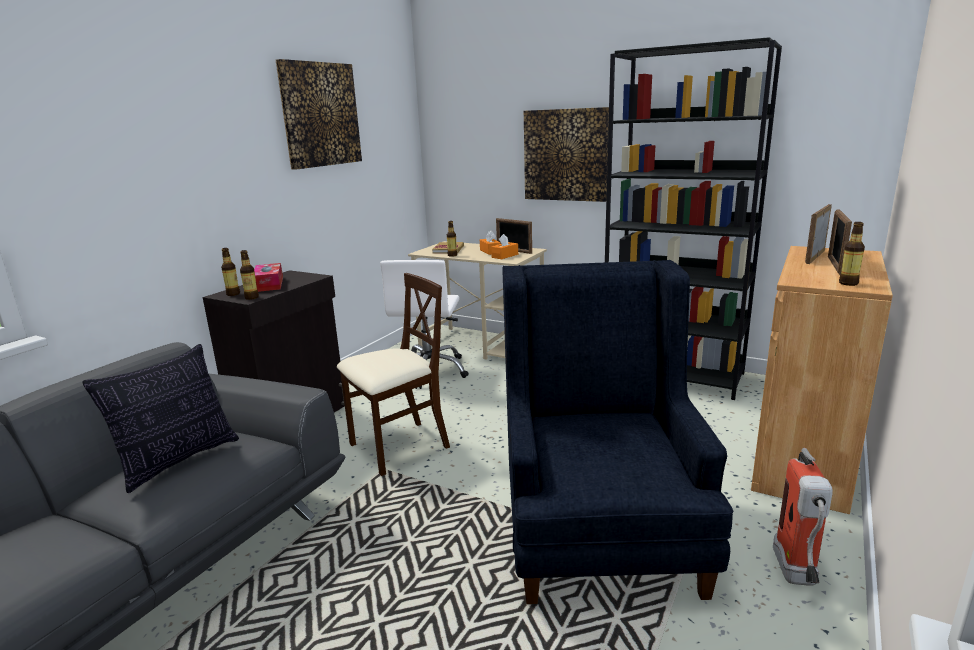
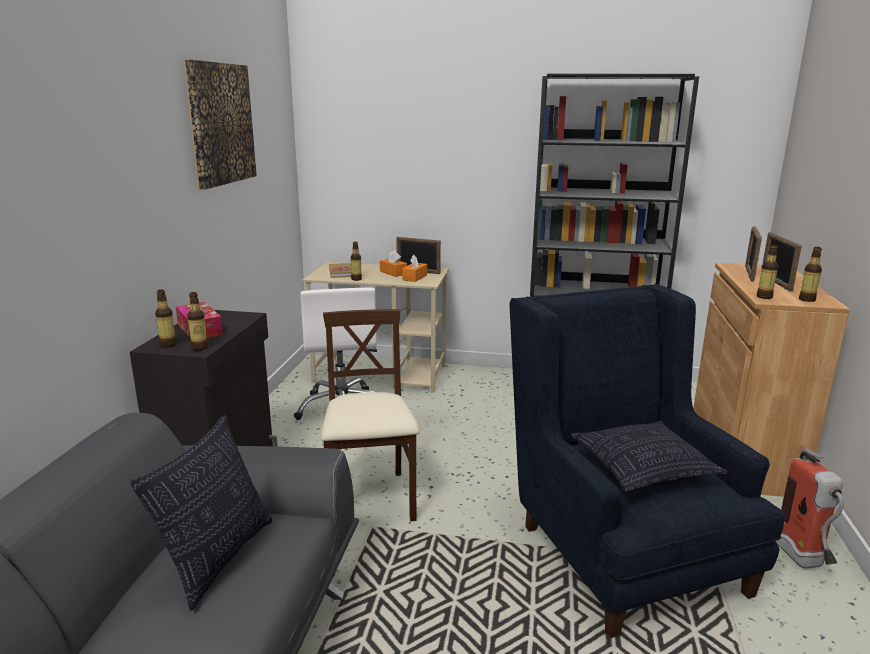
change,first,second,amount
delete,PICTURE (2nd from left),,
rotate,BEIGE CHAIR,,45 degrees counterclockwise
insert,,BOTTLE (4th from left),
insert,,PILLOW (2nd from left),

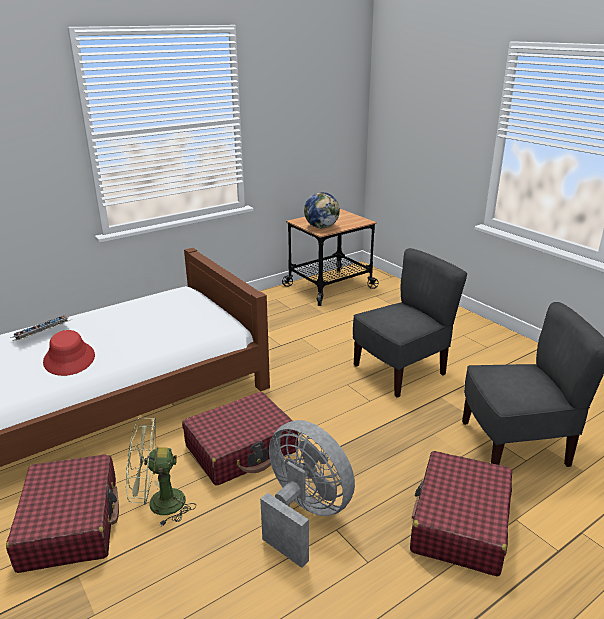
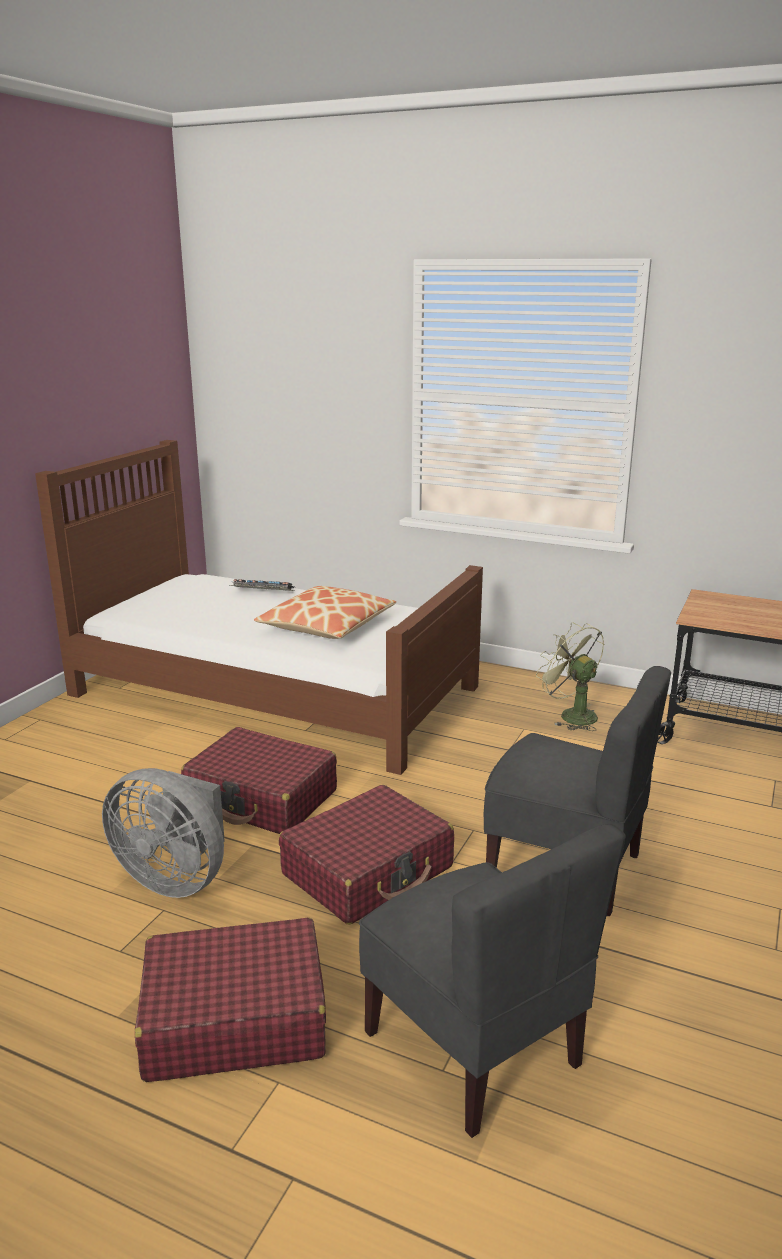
change,first,second,amount
delete,GLOBE,,
delete,RED HAT,,
move,GREEN FAN,,
rotate,GREY FAN,,105 degrees clockwise
move,RED SUITCASE (1st from left in the first image),RED SUITCASE (3rd from left),
insert,,PILLOW,

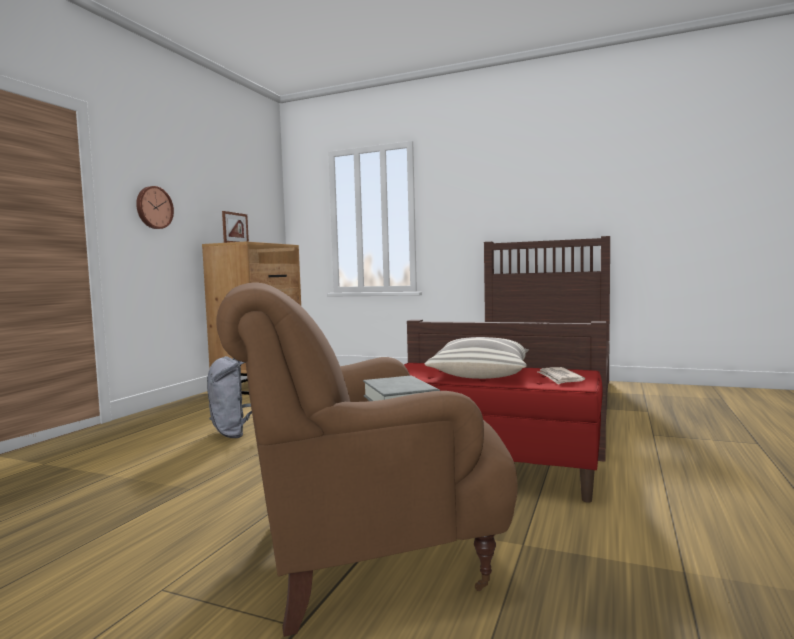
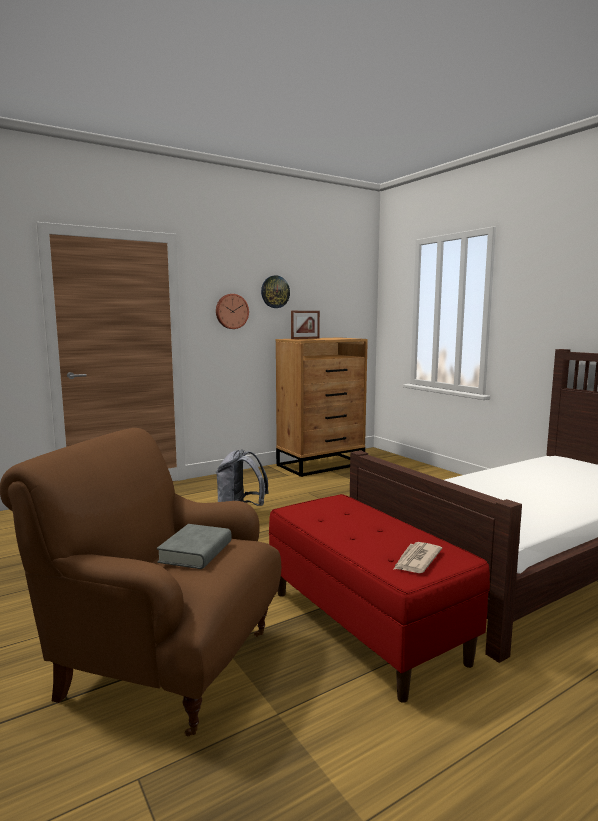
change,first,second,amount
delete,PILLOW,,
insert,,WALL CLOCK (2nd from left),

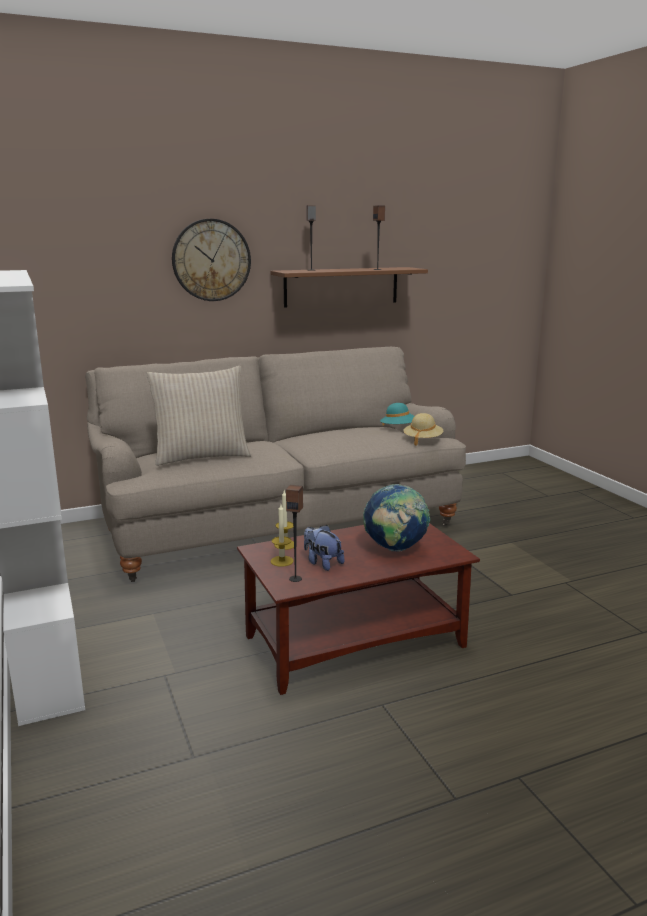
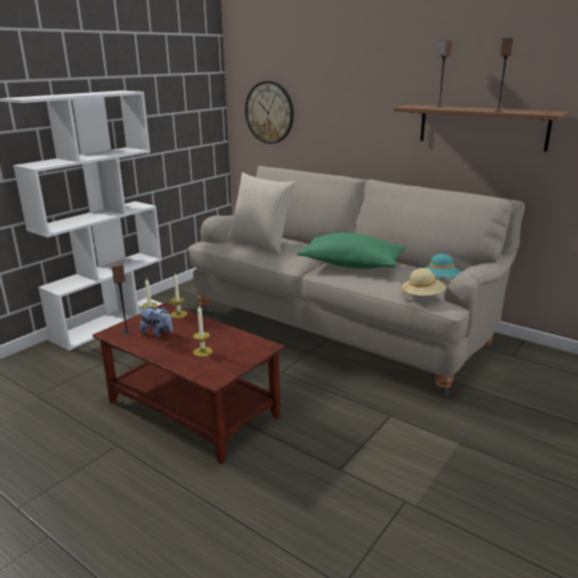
change,first,second,amount
move,WALL CLOCK,,
replace,GLOBE,CANDLE (3rd from left),
rotate,PLUSH TOY,,105 degrees clockwise
insert,,GREEN PILLOW,

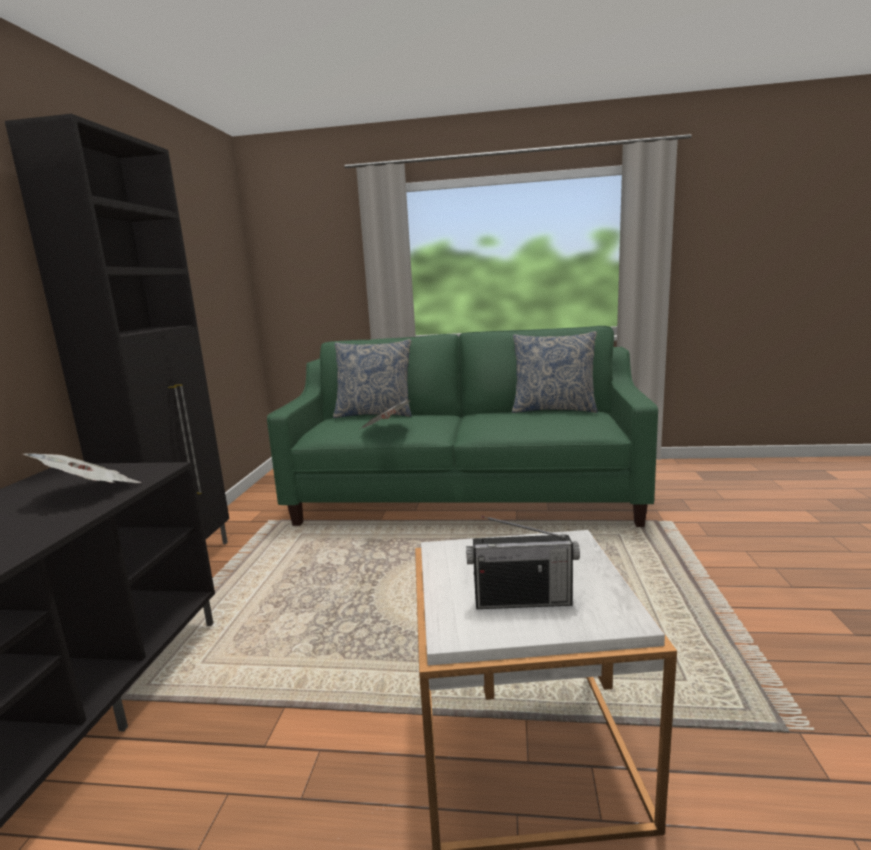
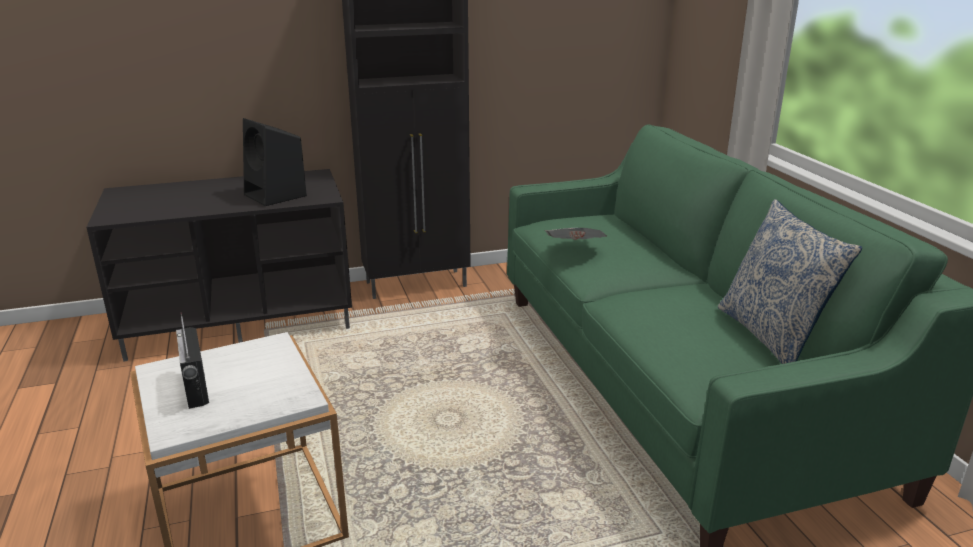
change,first,second,amount
delete,PILLOW (1st from left),,
replace,NEWSPAPER (1st from left),BLACK SPEAKER,

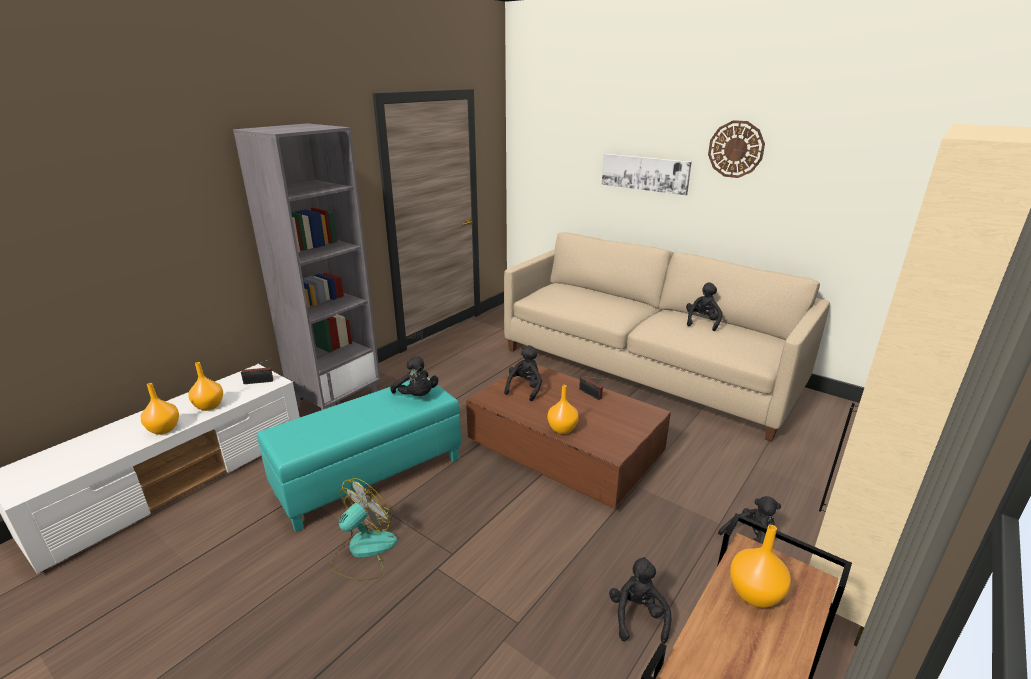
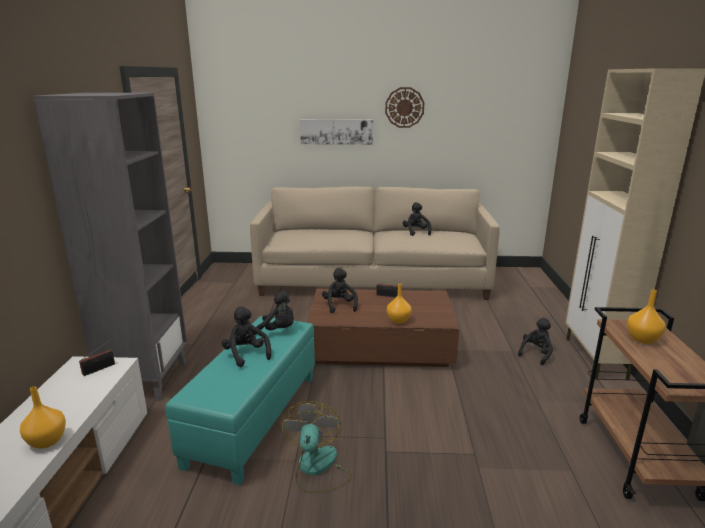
change,first,second,amount
delete,ORANGE VASE (2nd from left),,
move,BLACK PLUSH TOY (3rd from left in the first image),BLACK PLUSH TOY (1st from left),

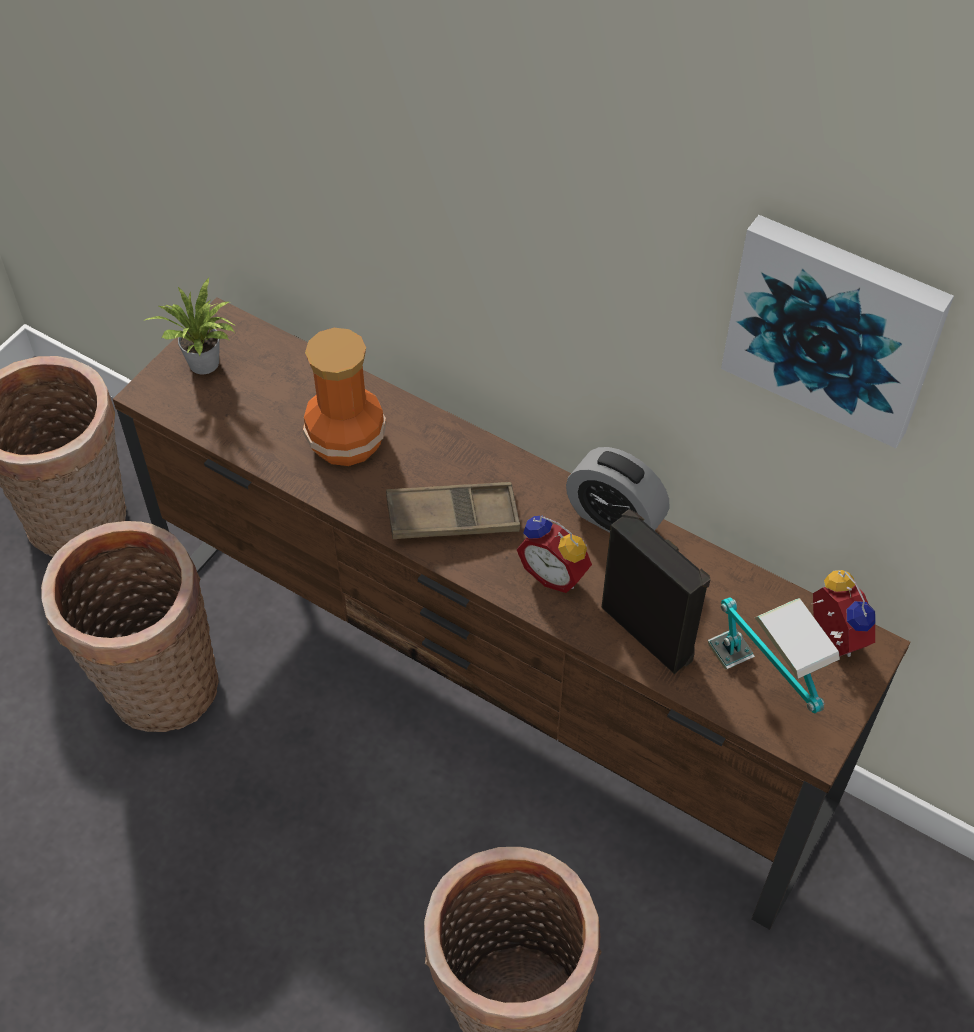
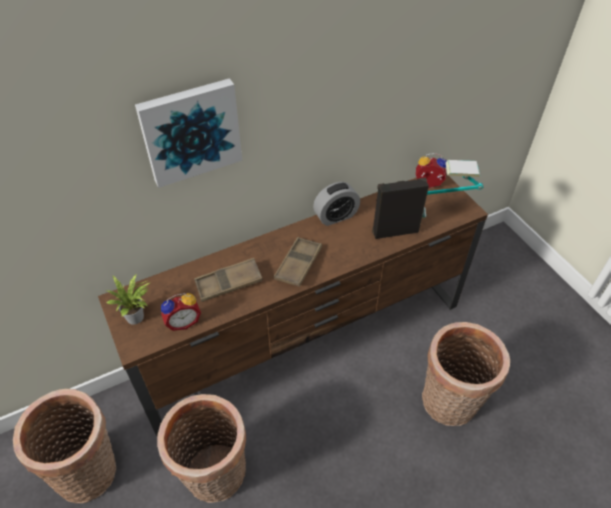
change,first,second,amount
move,PICTURE,,
replace,VASE,BROWN TRAY (1st from left),
move,ALARM CLOCK (1st from left),,

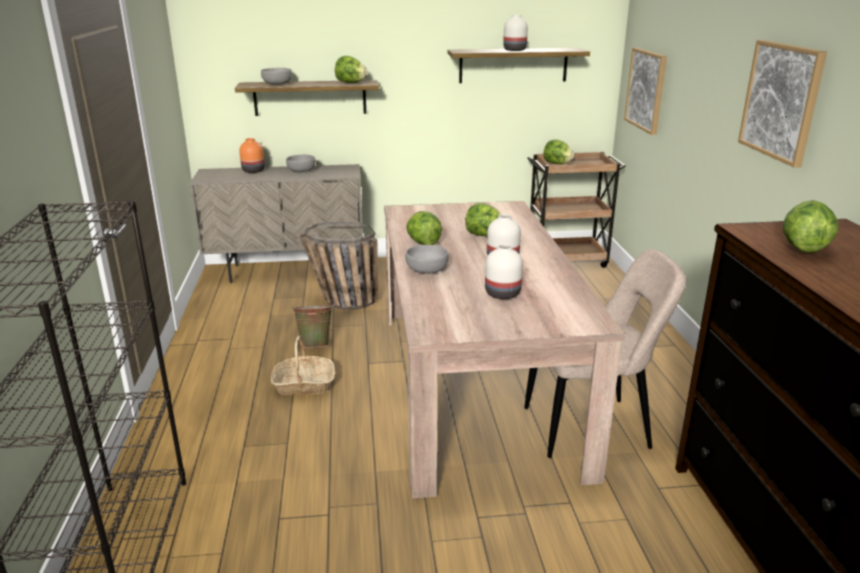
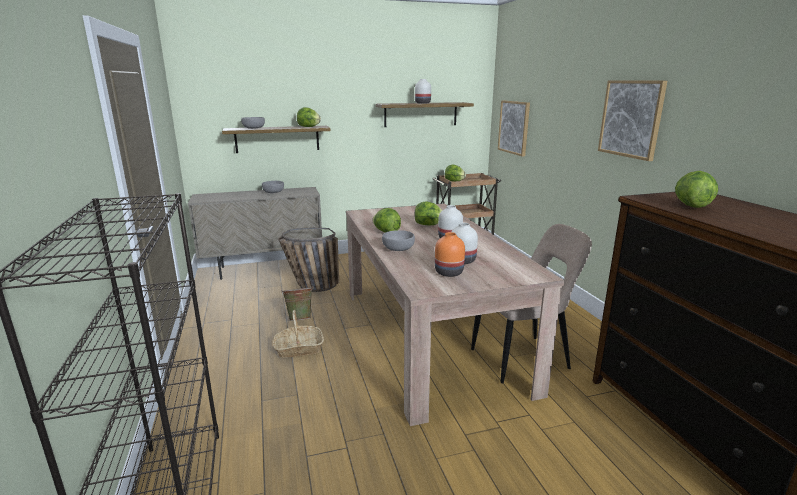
change,first,second,amount
move,ORANGE VASE,,

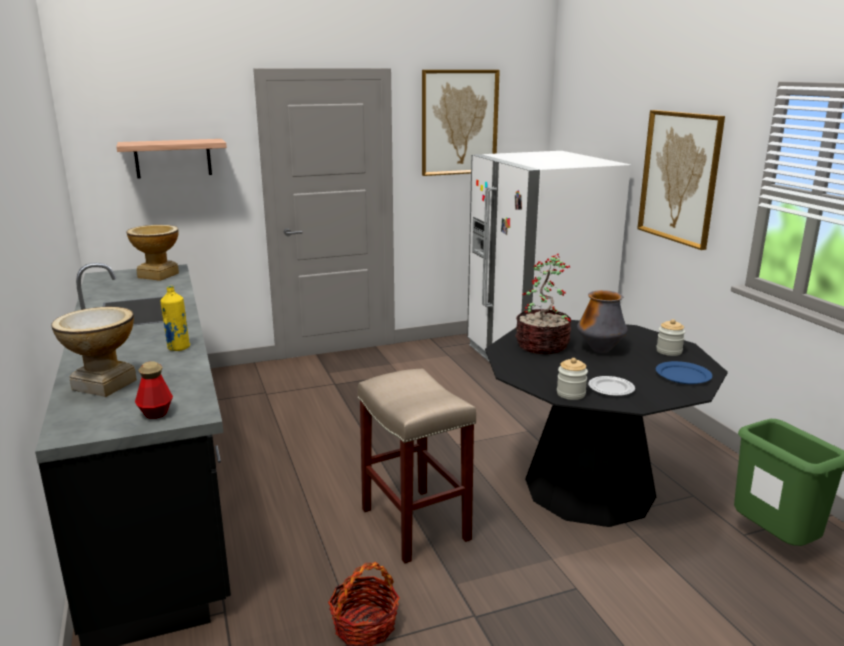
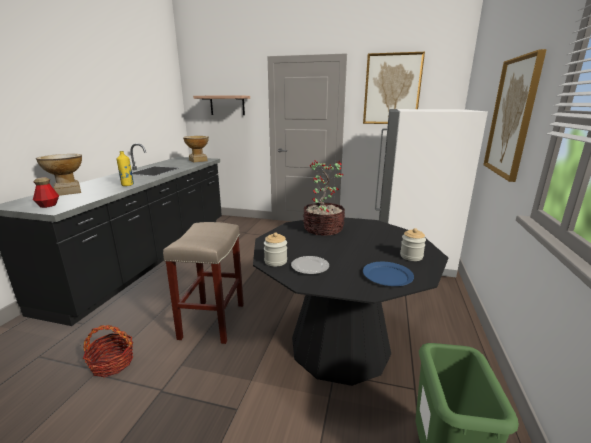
change,first,second,amount
delete,VASE (3rd from left),,

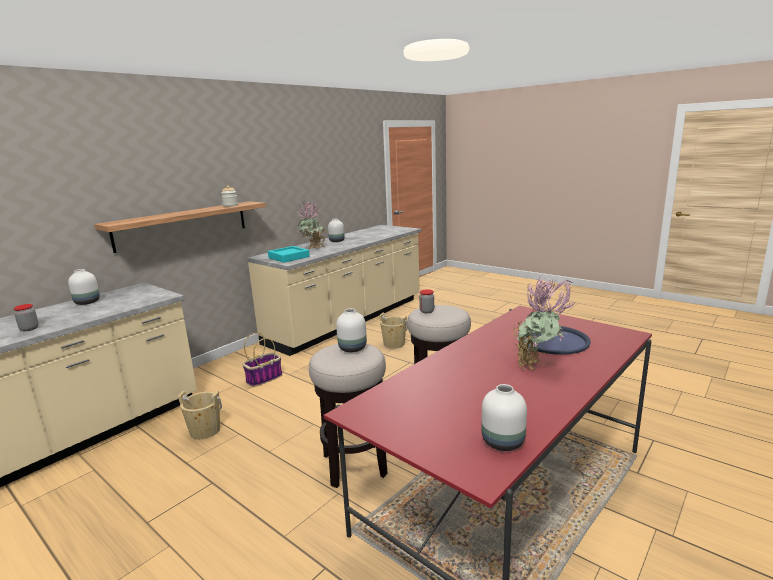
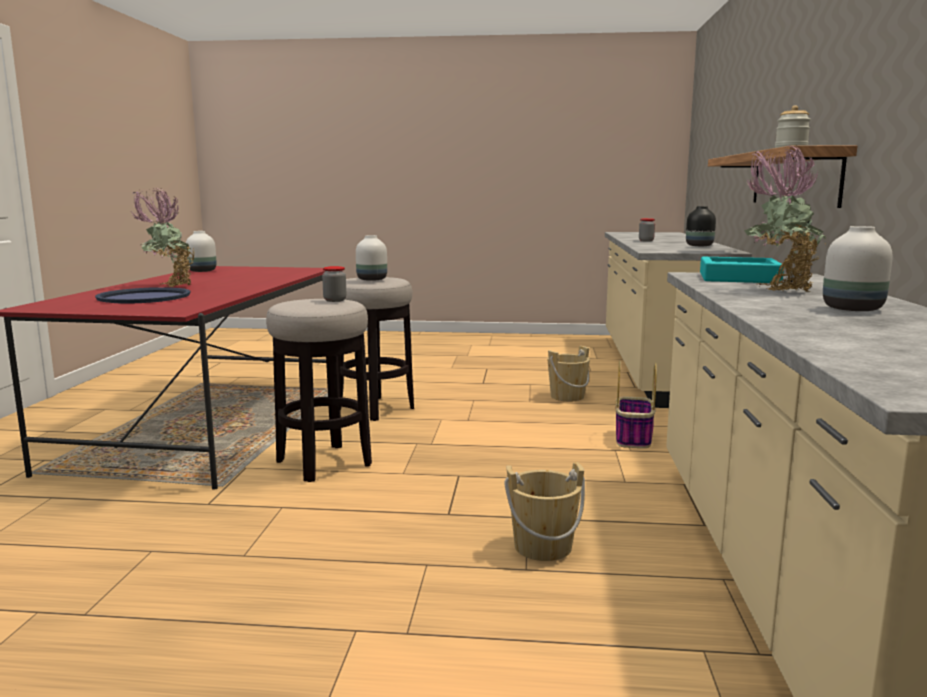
change,first,second,amount
recolor,WHITE VASE (1st from left),BLACK VASE,

